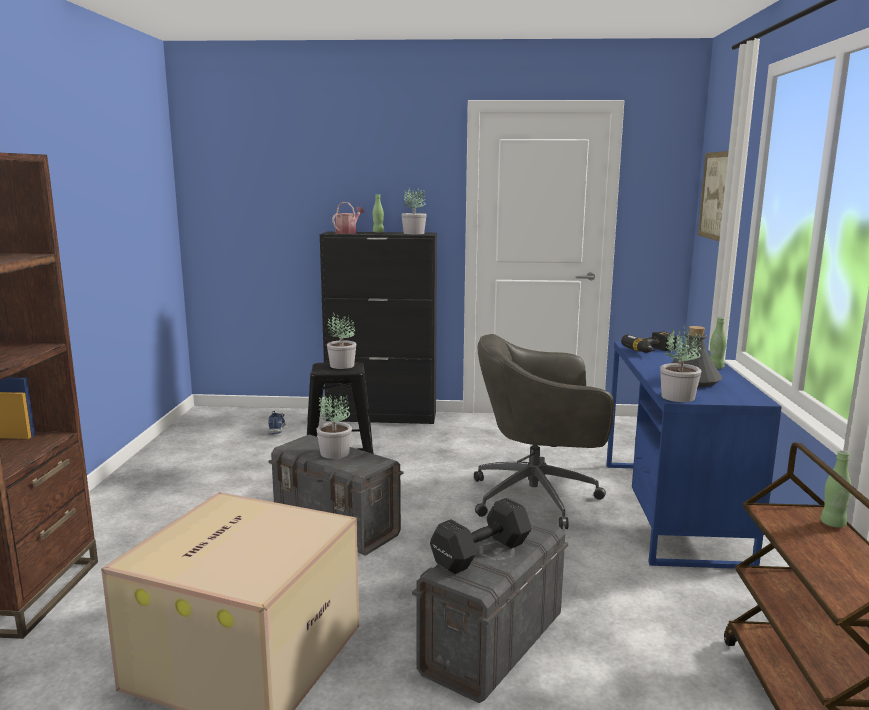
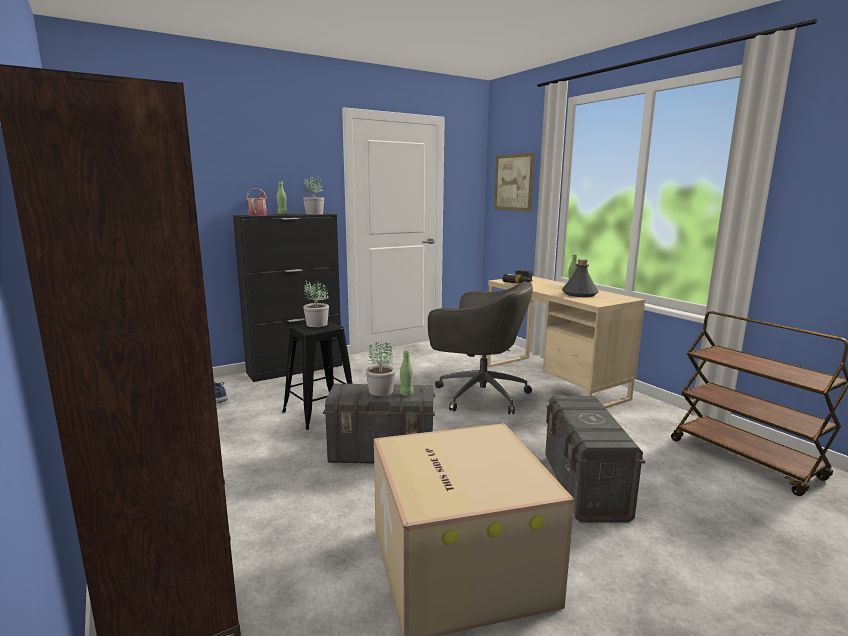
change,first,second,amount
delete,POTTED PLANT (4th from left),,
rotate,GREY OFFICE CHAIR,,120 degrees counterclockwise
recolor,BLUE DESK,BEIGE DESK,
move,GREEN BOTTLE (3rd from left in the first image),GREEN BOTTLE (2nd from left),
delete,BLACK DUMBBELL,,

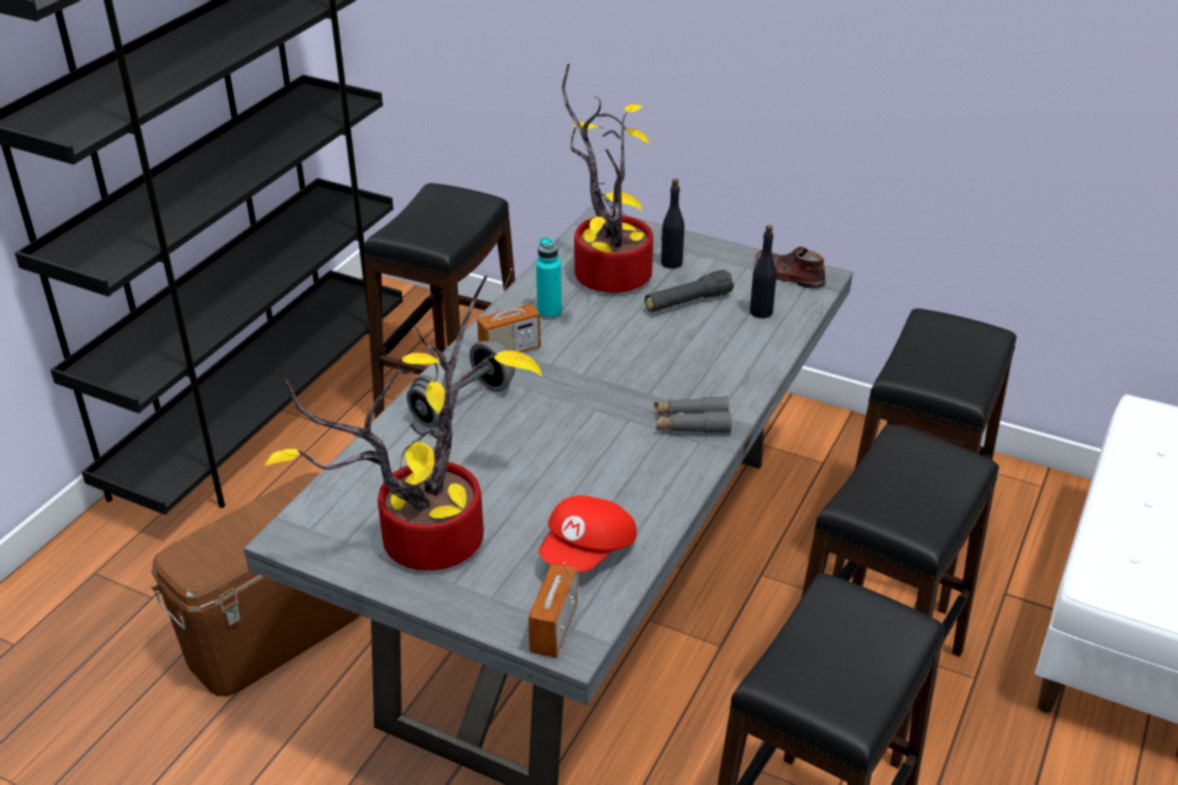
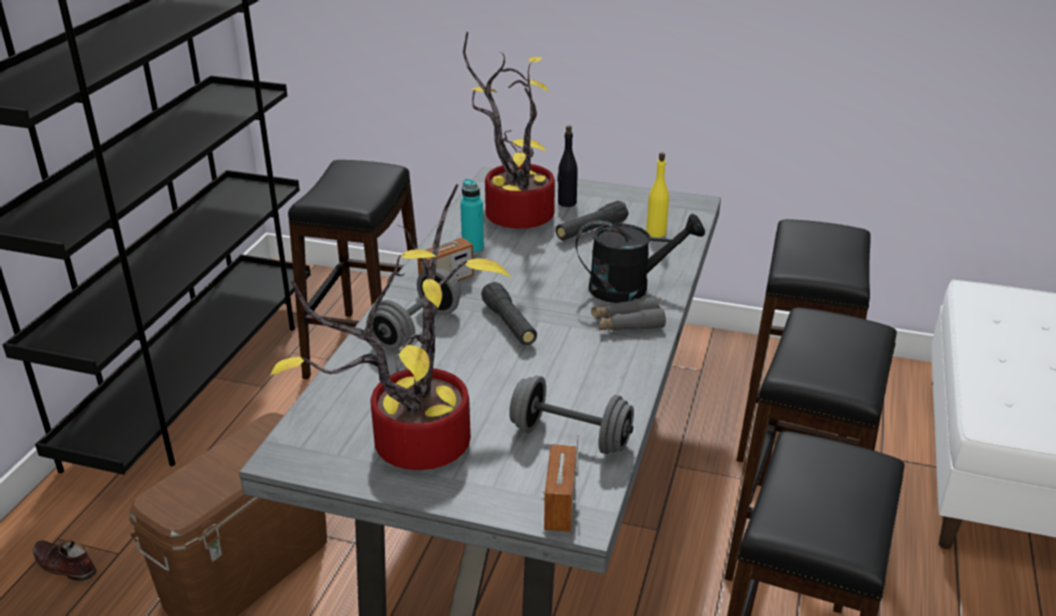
change,first,second,amount
recolor,BLACK BOTTLE (2nd from left),YELLOW BOTTLE,
move,BROWN SHOE,,
replace,RED CAP,GREY DUMBBELL (2nd from left),
insert,,BLACK WATERING CAN,
insert,,BLACK FLASHLIGHT (1st from left),

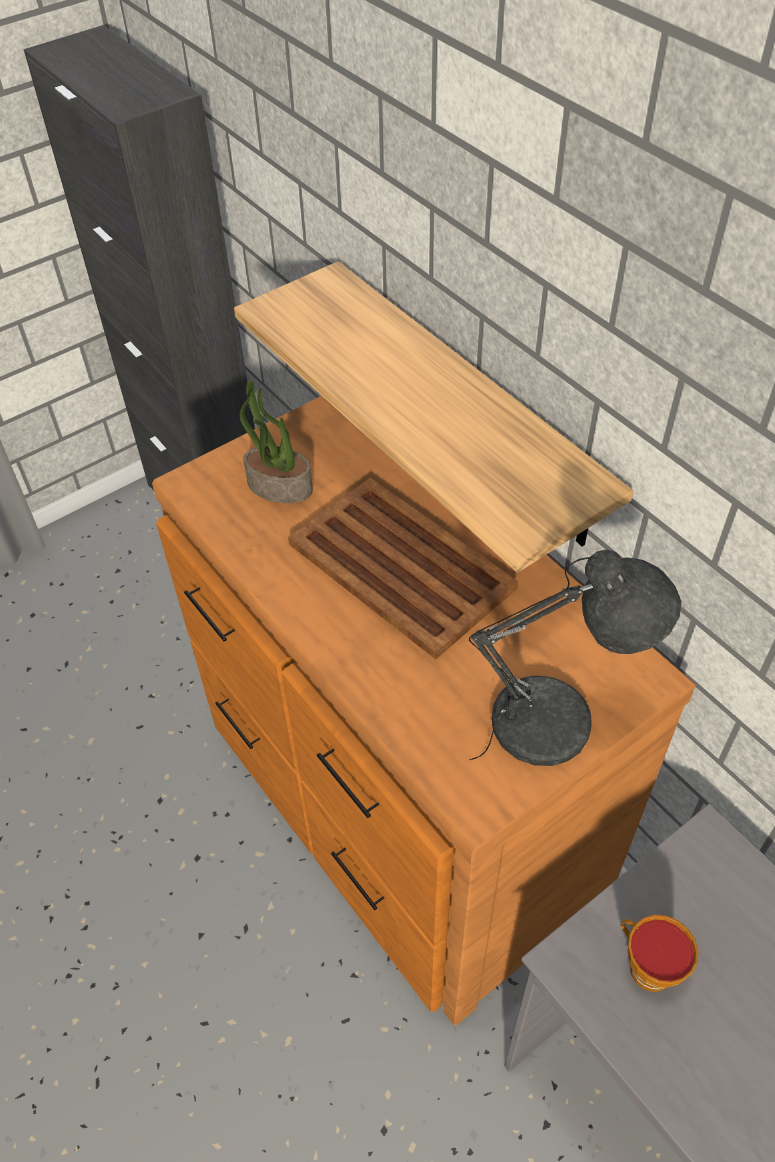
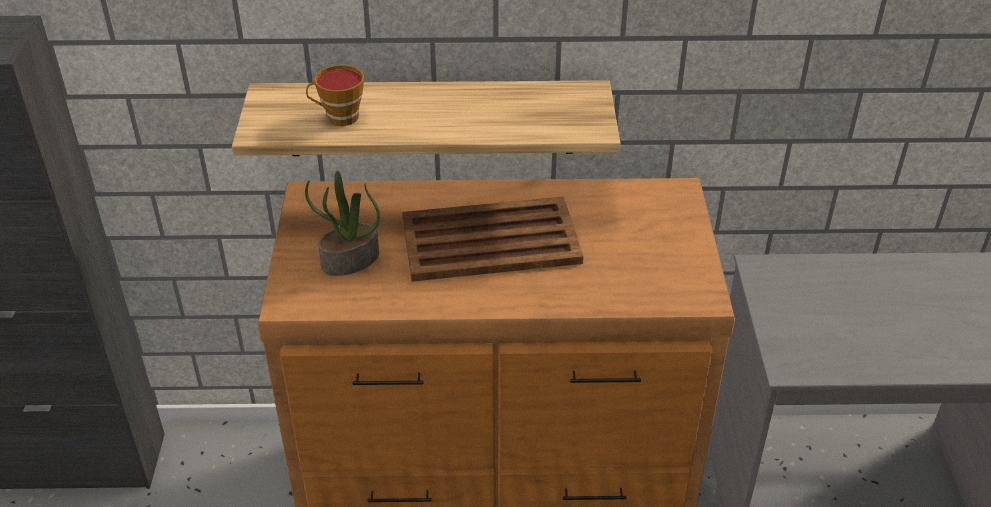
change,first,second,amount
delete,GREY TABLE LAMP,,
move,CUP,,

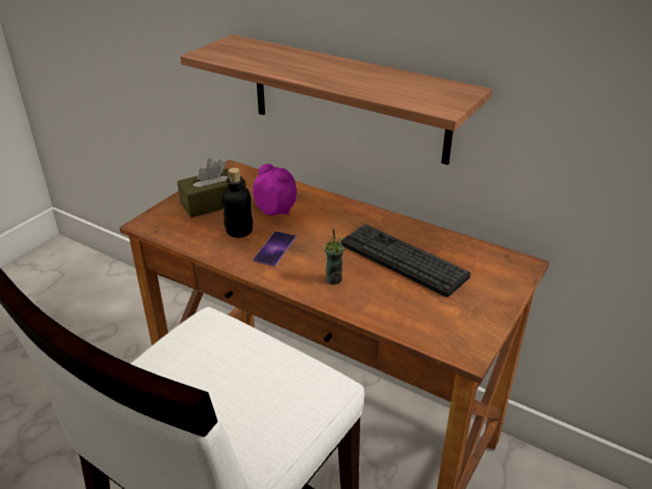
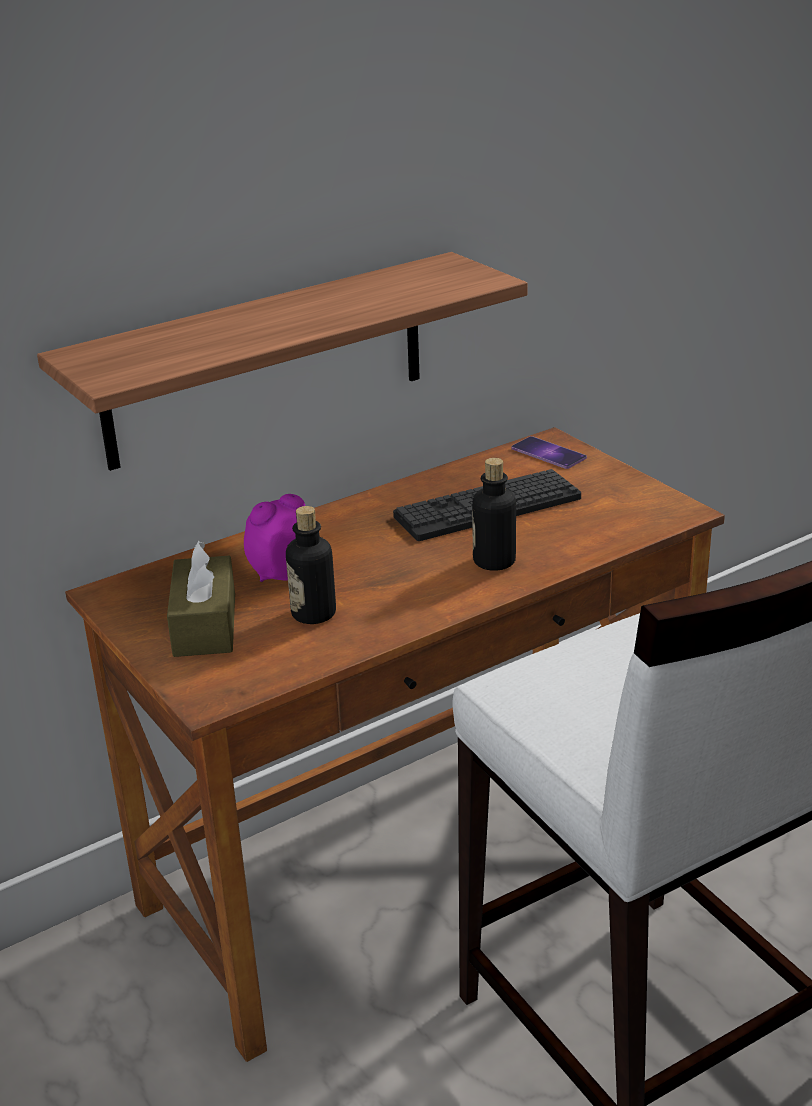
change,first,second,amount
replace,CUP,BOTTLE (2nd from left),
move,PHONE,,

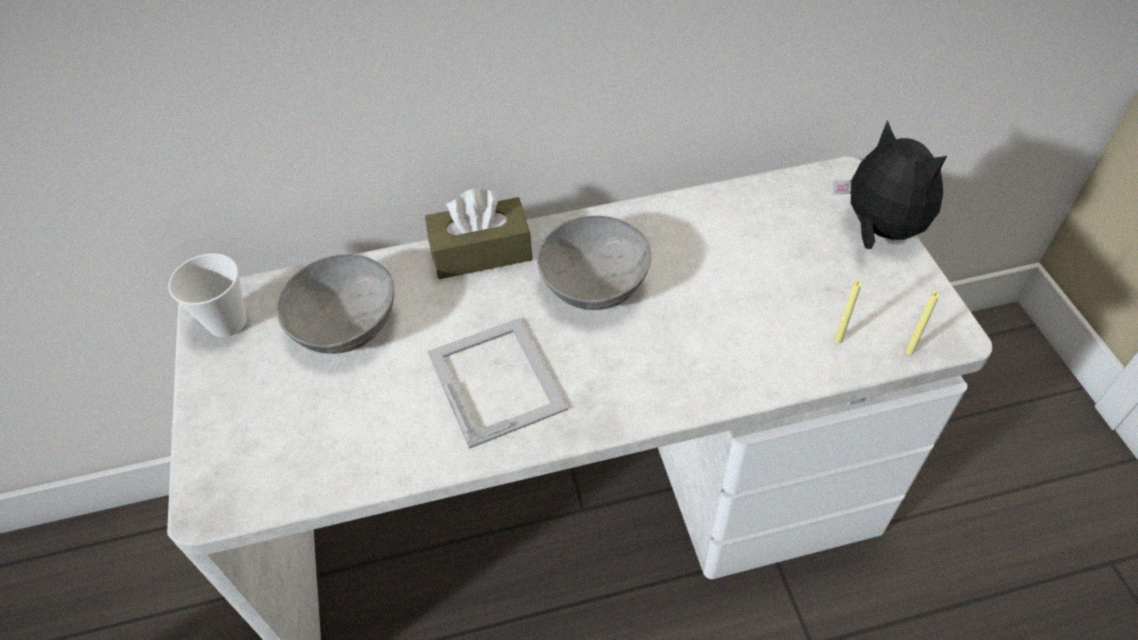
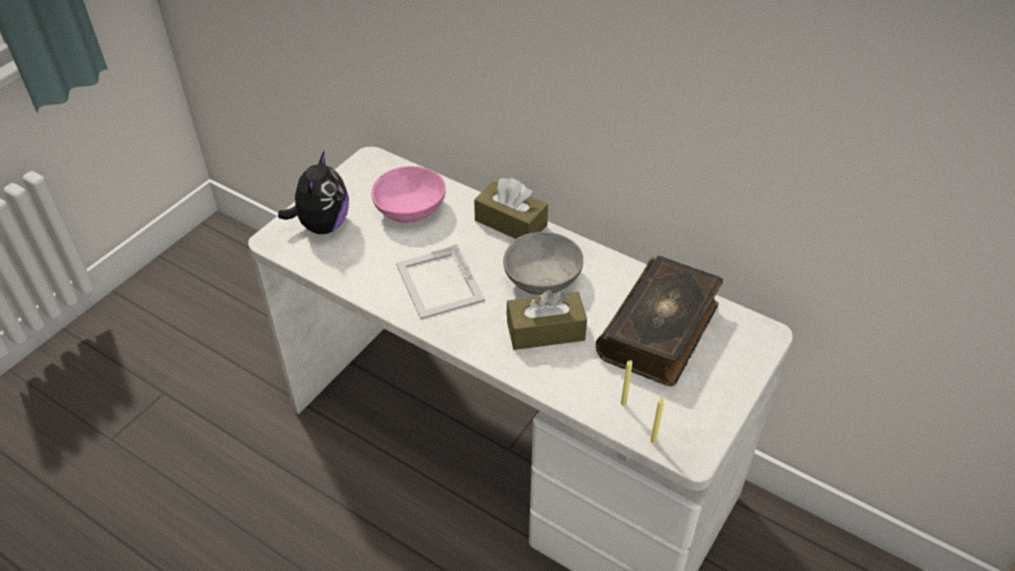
change,first,second,amount
move,PLUSH TOY,,
delete,CUP,,
recolor,GREY BOWL (1st from left),PINK BOWL,
rotate,PICTURE FRAME,,135 degrees clockwise
insert,,BOOK,
insert,,BROWN TISSUE BOX (2nd from left),

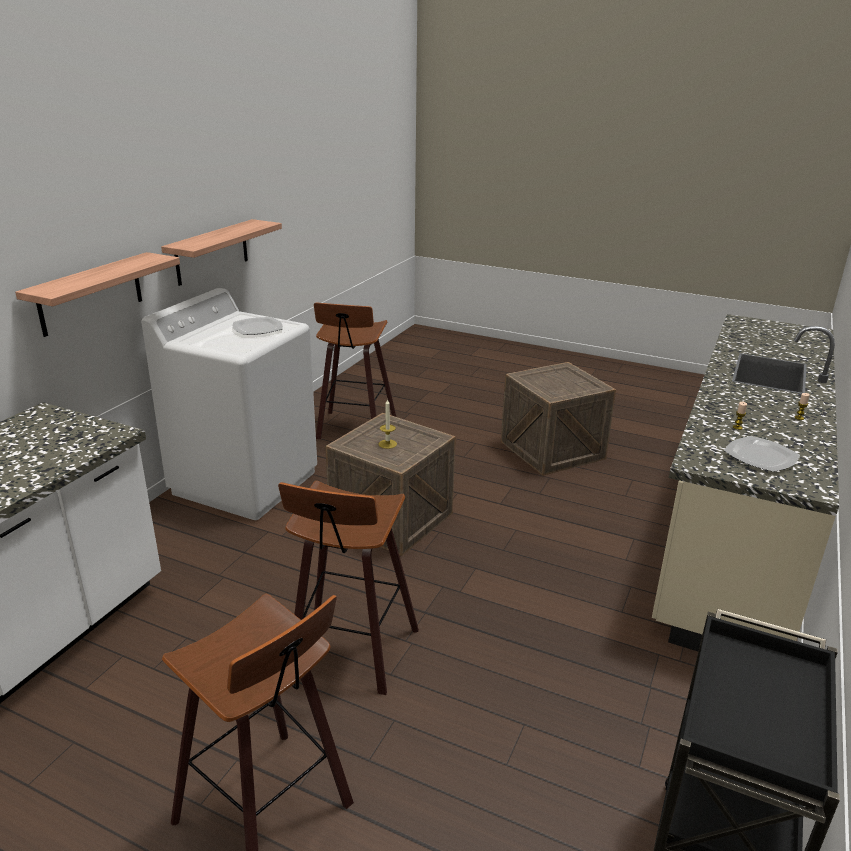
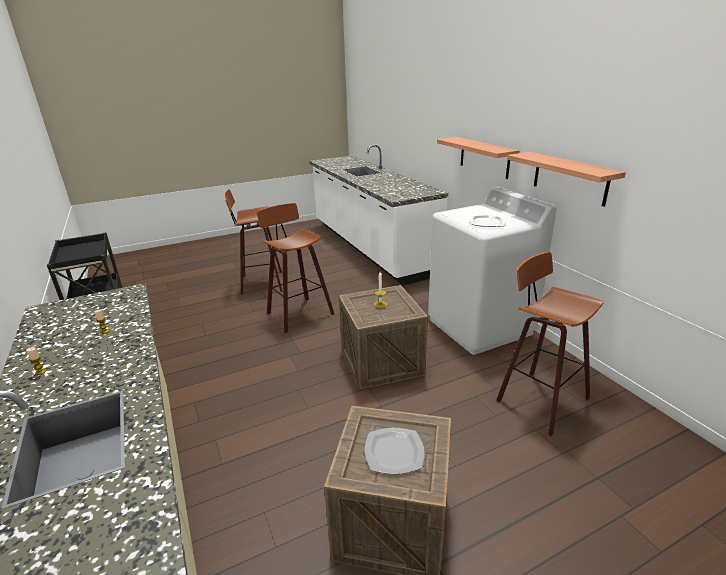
change,first,second,amount
move,PLATE (2nd from left in the first image),PLATE (1st from left),

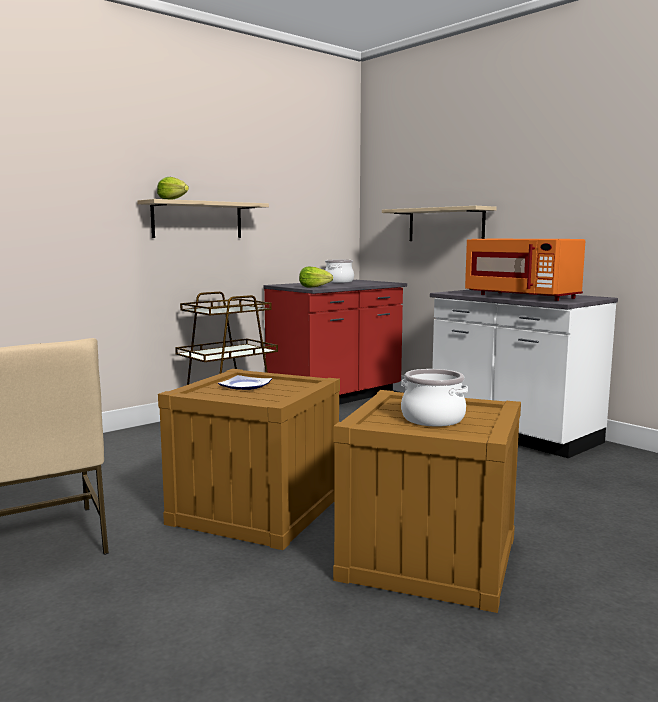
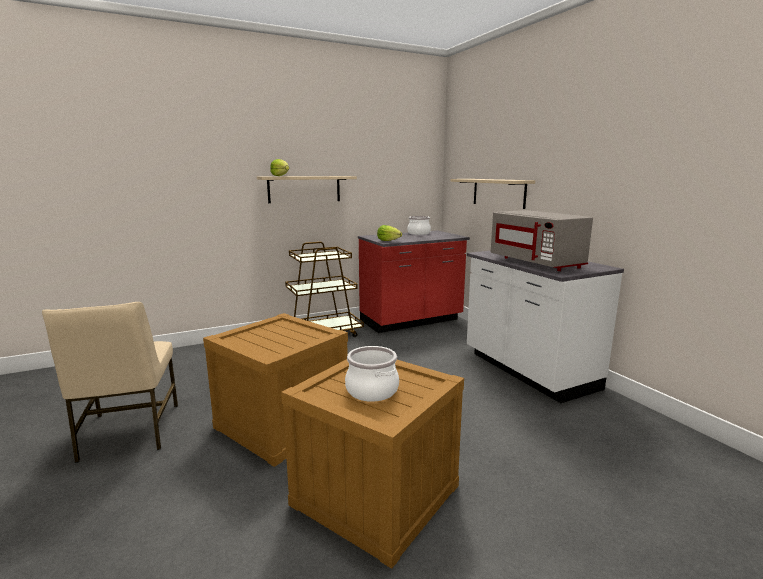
change,first,second,amount
recolor,ORANGE MICROWAVE,GREY MICROWAVE,
delete,PLATE,,

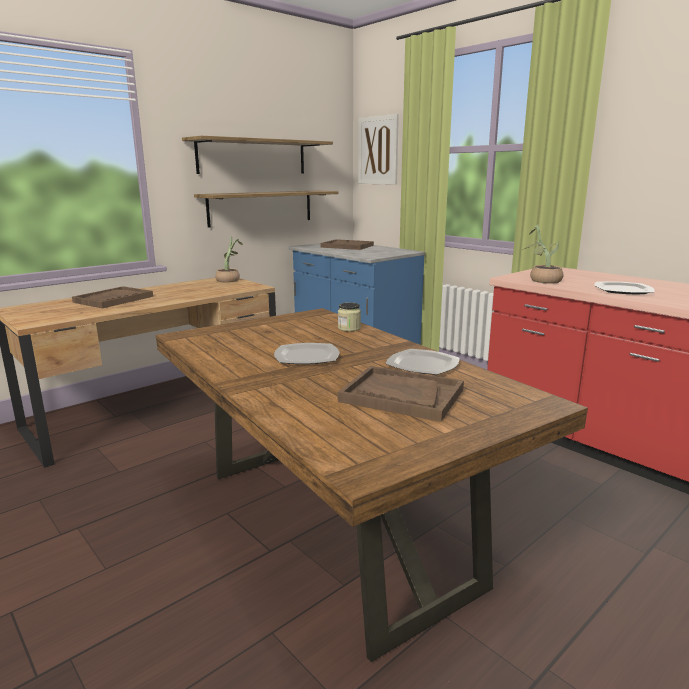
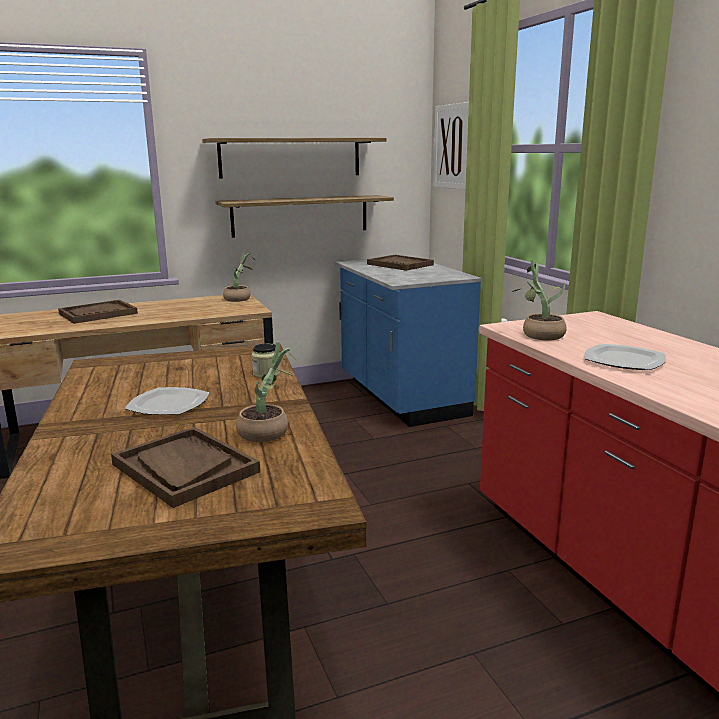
change,first,second,amount
replace,PLATE (2nd from left),POTTED PLANT (2nd from left),

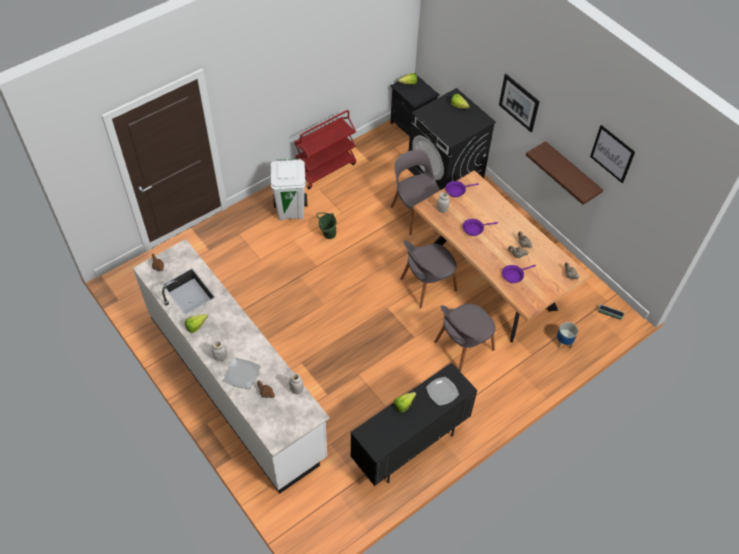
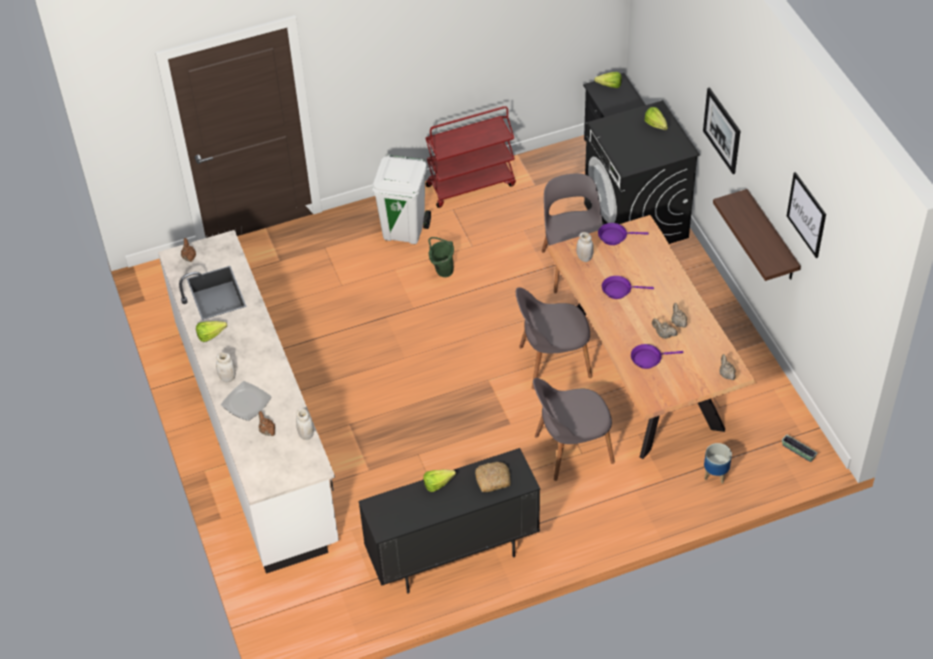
change,first,second,amount
replace,PLATE (2nd from left),BREAD,

